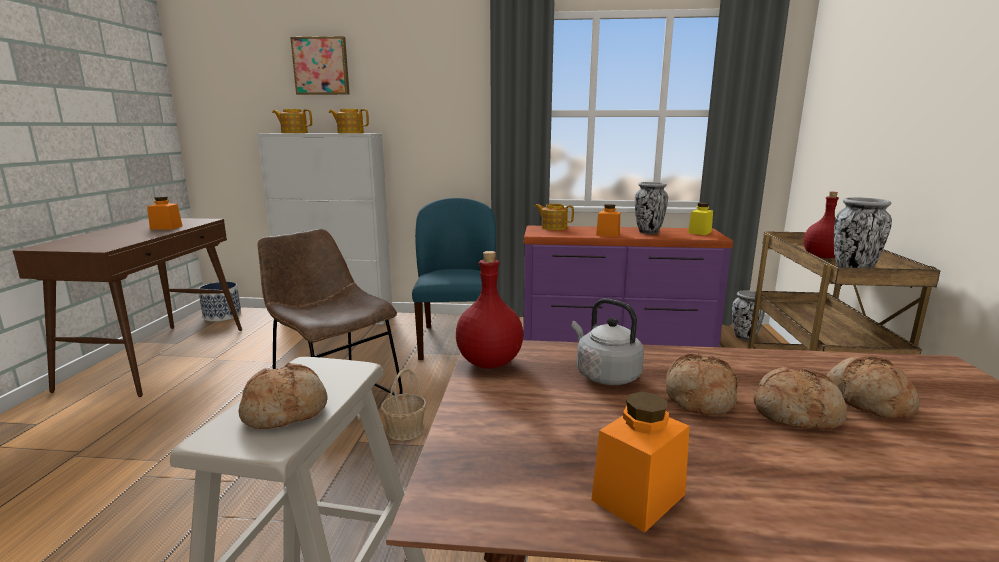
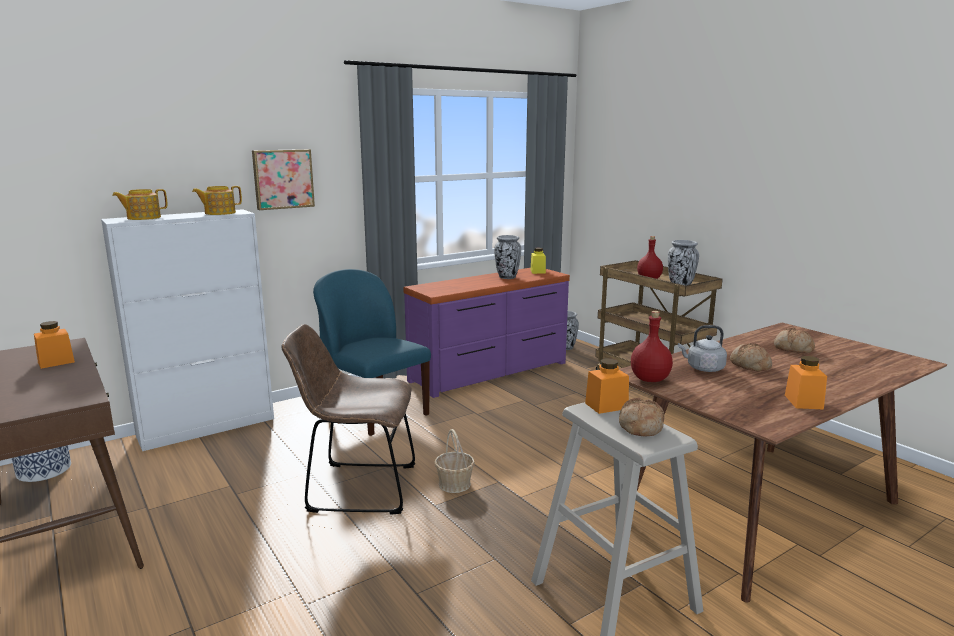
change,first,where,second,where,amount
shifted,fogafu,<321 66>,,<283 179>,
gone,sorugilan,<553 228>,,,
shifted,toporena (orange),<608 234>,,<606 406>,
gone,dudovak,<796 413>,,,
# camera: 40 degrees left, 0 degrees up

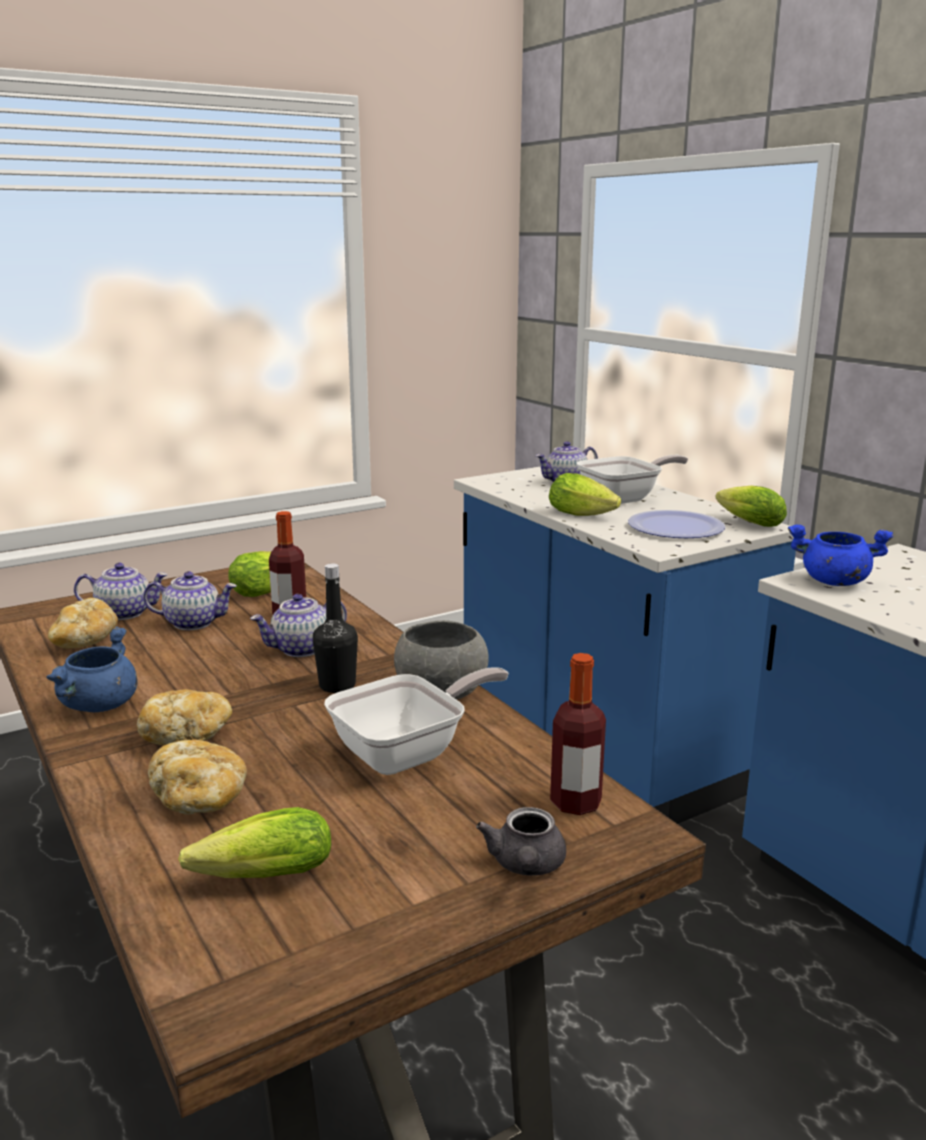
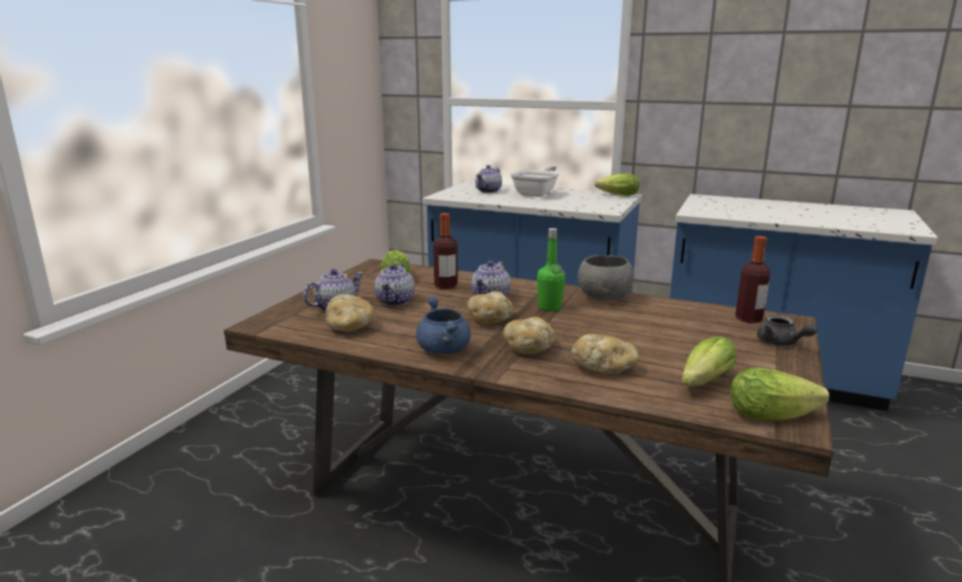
change,first,where,second,where,amount
rotated,sorugilan,<194 623>,,<395 301>,135 degrees clockwise
repainted,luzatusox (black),<337 685>,luzatusox (green),<549 307>,
gone,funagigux,<409 752>,,,
shifted,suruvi,<584 514>,,<777 415>,
gone,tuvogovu,<675 527>,,,
gone,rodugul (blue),<833 581>,,,
new,,,dudovak,<490 319>,
# camera: 35 degrees left, 0 degrees up

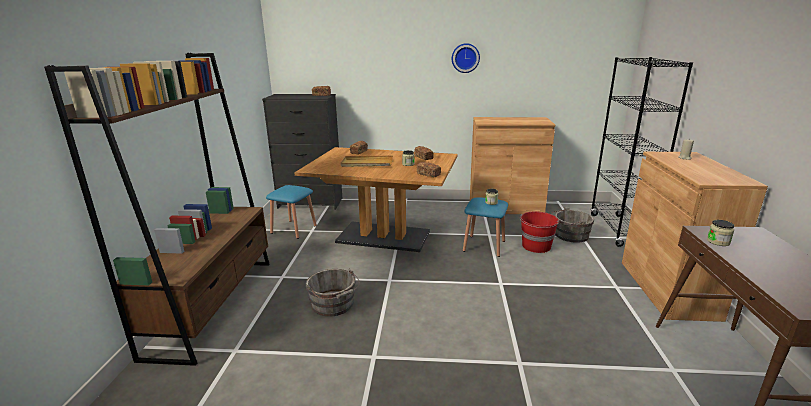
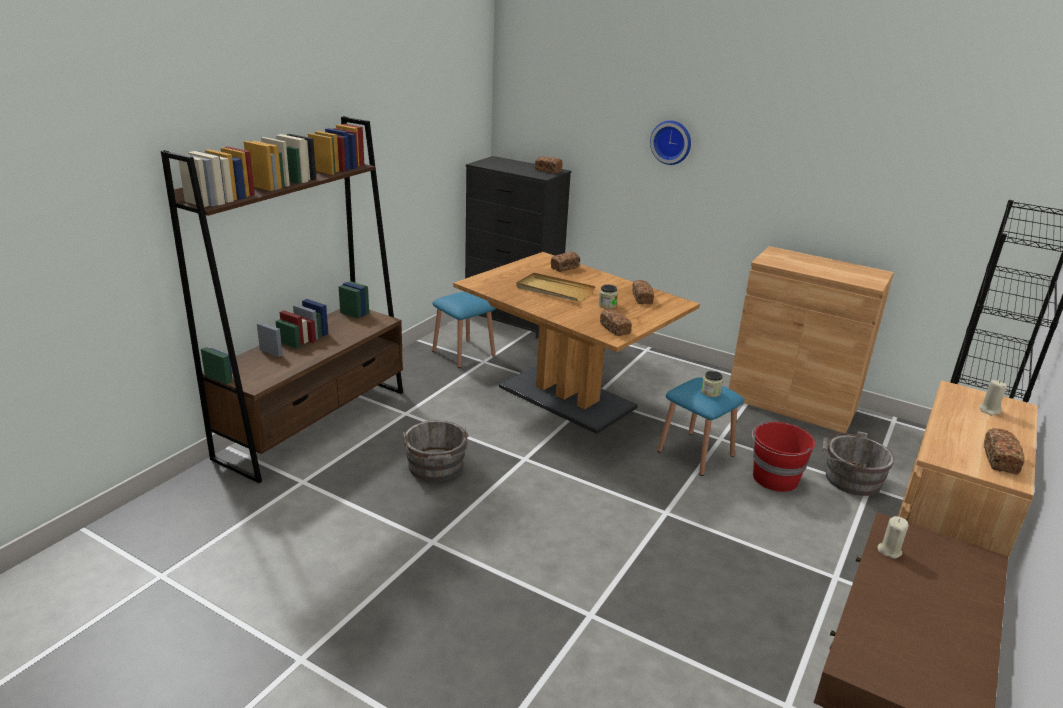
change,first,where,second,where,amount
shifted,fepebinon,<465 58>,,<671 142>,
swapped,toporena,<718 242>,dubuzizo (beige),<889 550>,
new,,,dudovak,<1000 460>,
# camera: 25 degrees right, 5 degrees up

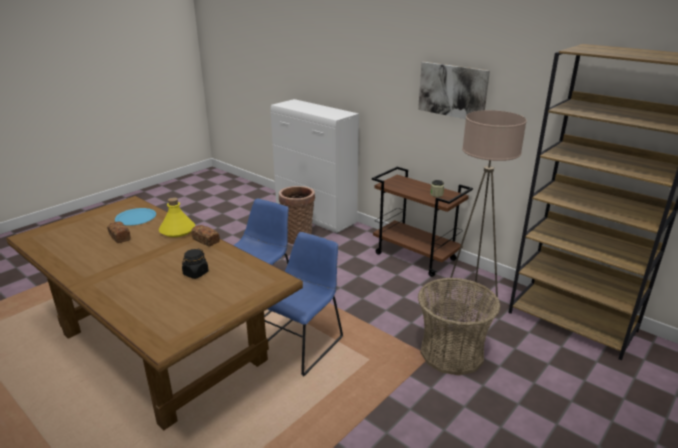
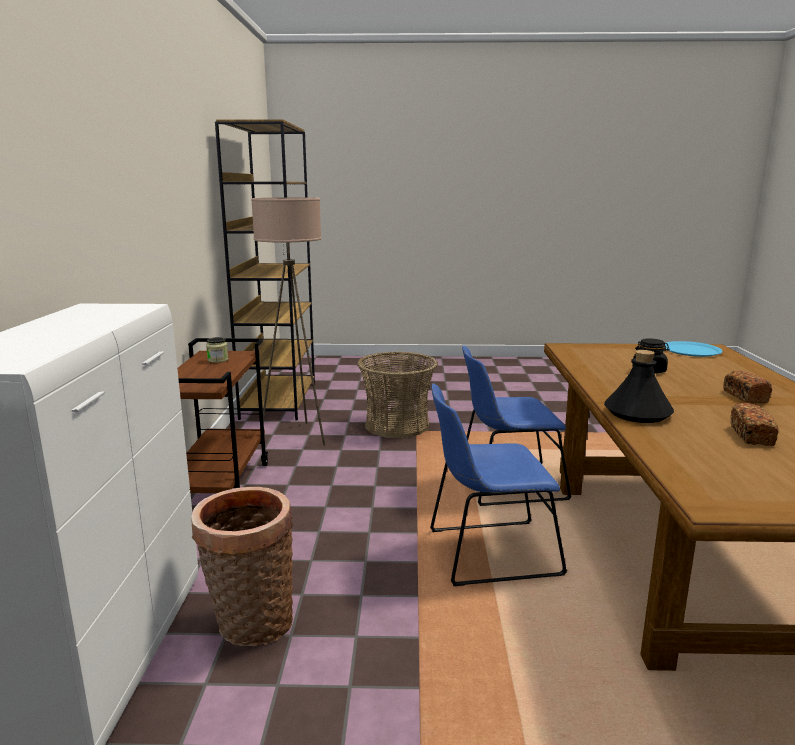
change,first,where,second,where,amount
shifted,tuvogovu (blue),<135 218>,,<691 350>,
repainted,luzatusox (yellow),<177 230>,luzatusox (black),<637 413>,
shifted,dudovak,<206 241>,,<744 396>,
gone,fogafu,<453 90>,,,
# camera: 130 degrees left, 10 degrees down

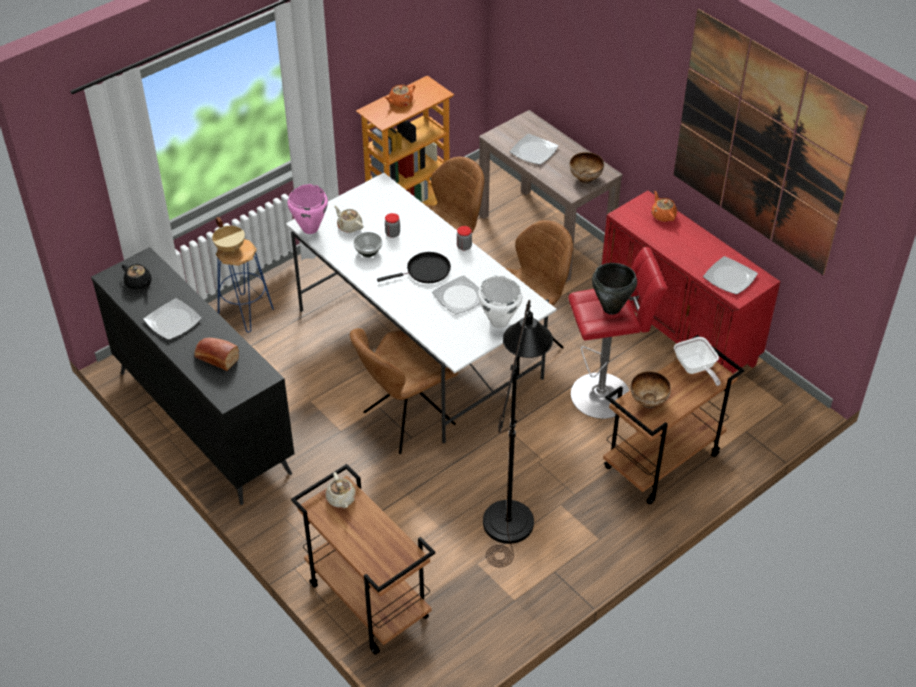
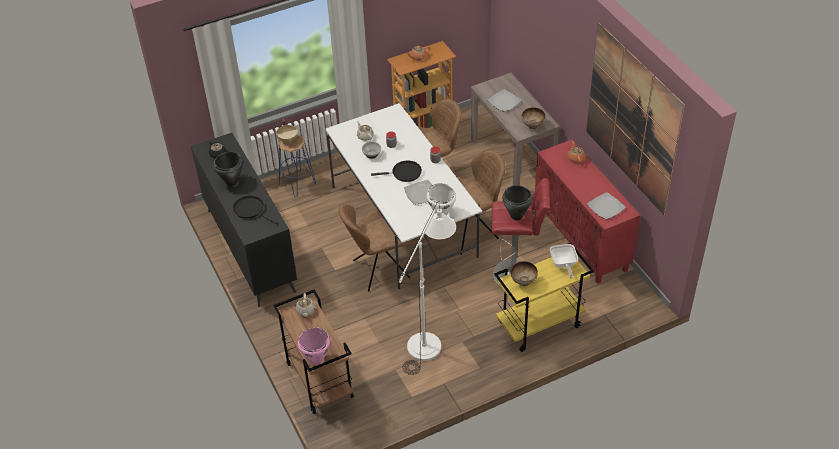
change,first,where,second,where,amount
swapped,tuvogovu,<173 321>,rodugul (black),<232 182>,
swapped,dudovak,<215 358>,funagigux (black),<250 209>,
shifted,rodugul (pink),<309 229>,,<316 360>,
repainted,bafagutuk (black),<511 510>,bafagutuk (white),<428 340>,
repainted,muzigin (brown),<662 462>,muzigin (yellow),<539 325>,
# camera: 15 degrees right, 0 degrees up

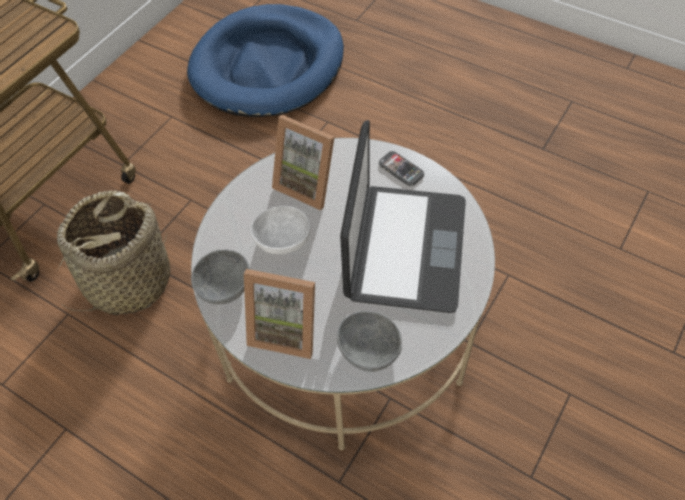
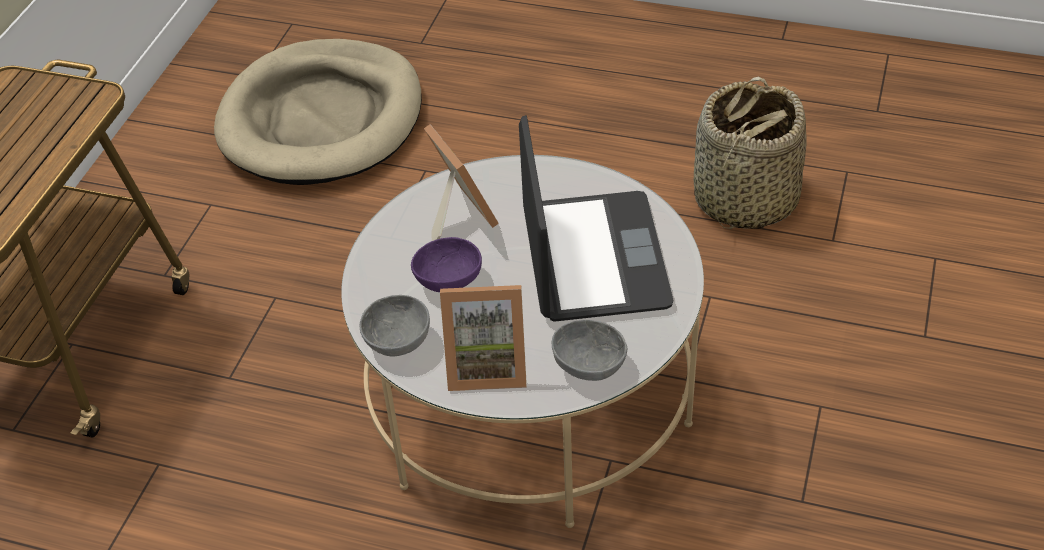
change,first,where,second,where,amount
shifted,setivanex,<128 281>,,<744 199>,
repainted,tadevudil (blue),<268 66>,tadevudil (beige),<322 119>,
repainted,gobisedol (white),<282 240>,gobisedol (purple),<447 279>,
rotated,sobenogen,<308 183>,,<456 215>,135 degrees counterclockwise
gone,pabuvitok,<401 169>,,,
# camera: 15 degrees left, 10 degrees down

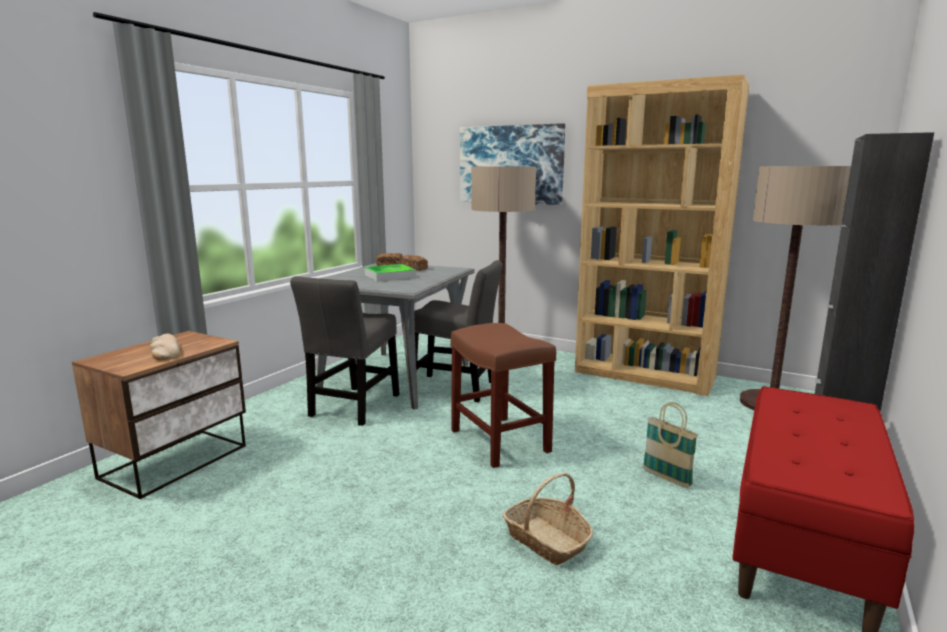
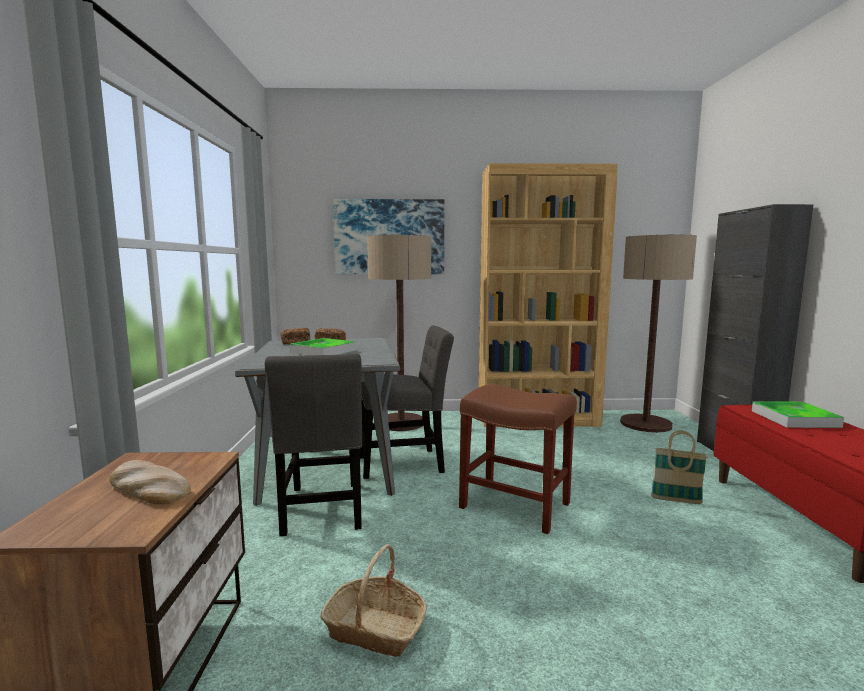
change,first,where,second,where,amount
shifted,setivanex,<546 540>,,<375 629>,
new,,,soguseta,<794 418>,
# camera: 30 degrees left, 5 degrees down

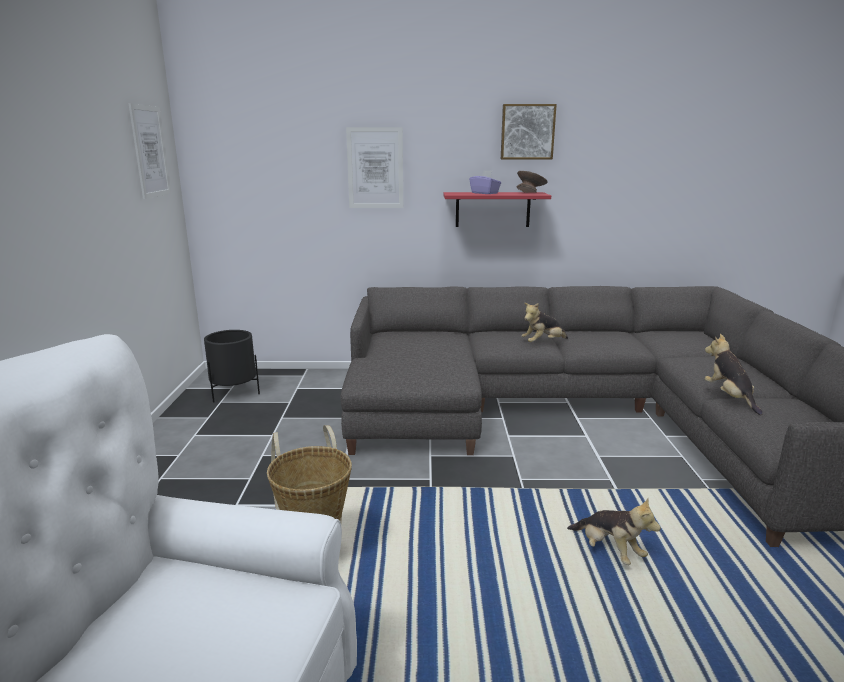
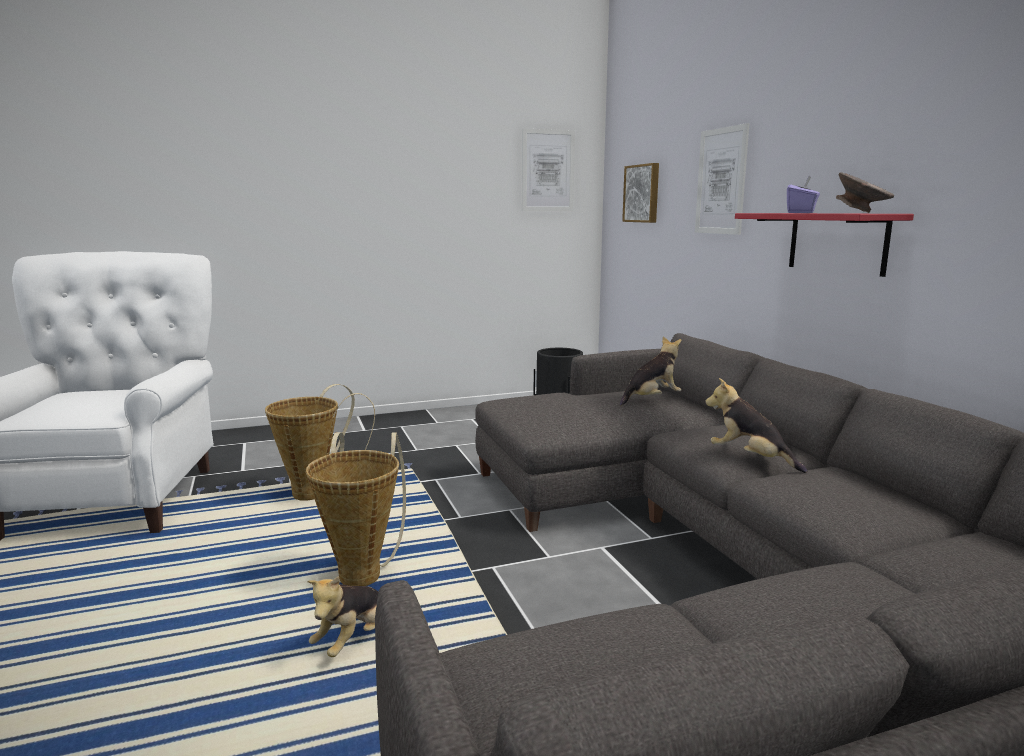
change,first,where,second,where,amount
shifted,fogafu,<527 132>,,<642 193>,
shifted,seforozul,<729 397>,,<651 399>,
new,,,setivanex,<362 572>,
# camera: 70 degrees right, 5 degrees down

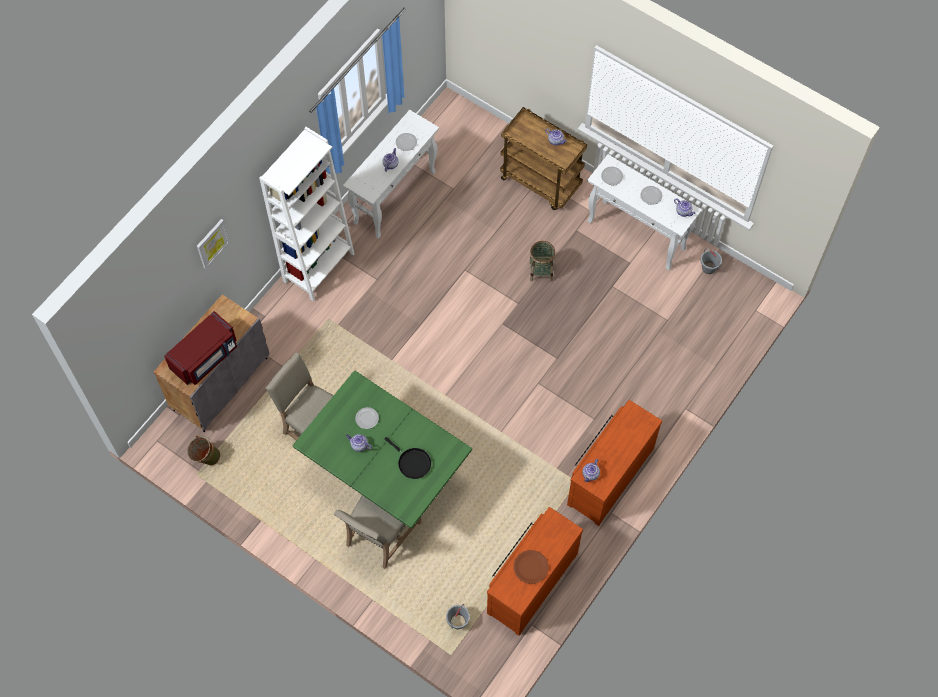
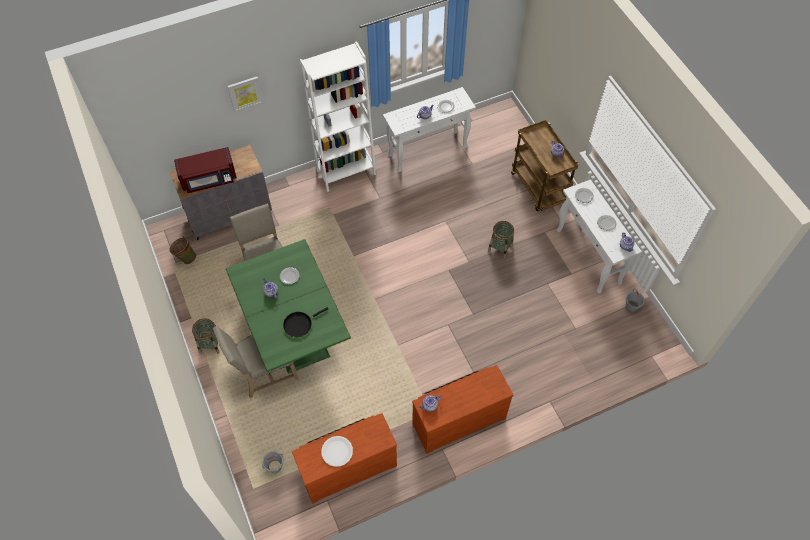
change,first,where,second,where,amount
rotated,funagigux (black),<412 462>,,<300 324>,75 degrees clockwise
repainted,tuvogovu (brown),<531 567>,tuvogovu (white),<337 451>,
new,,,setivanex,<210 344>,
# camera: 30 degrees right, 5 degrees down

